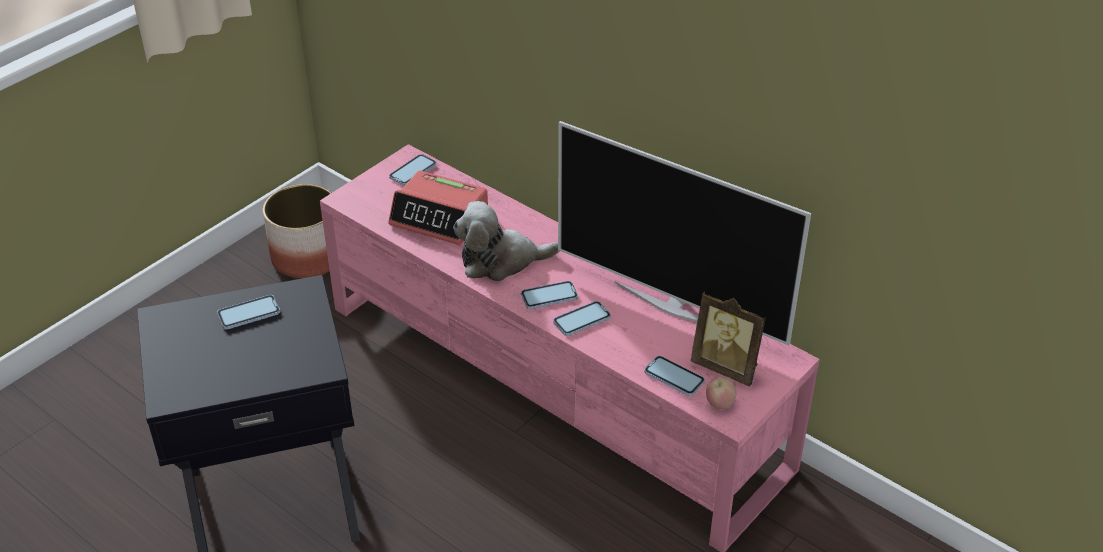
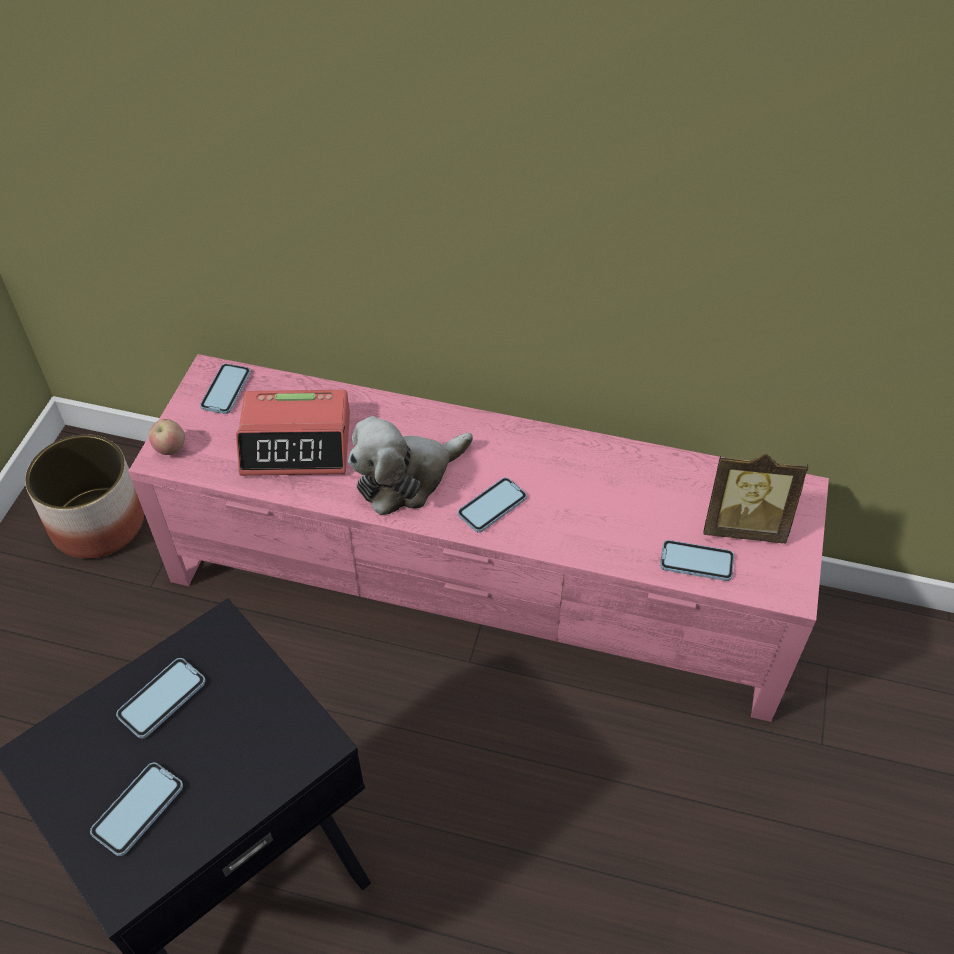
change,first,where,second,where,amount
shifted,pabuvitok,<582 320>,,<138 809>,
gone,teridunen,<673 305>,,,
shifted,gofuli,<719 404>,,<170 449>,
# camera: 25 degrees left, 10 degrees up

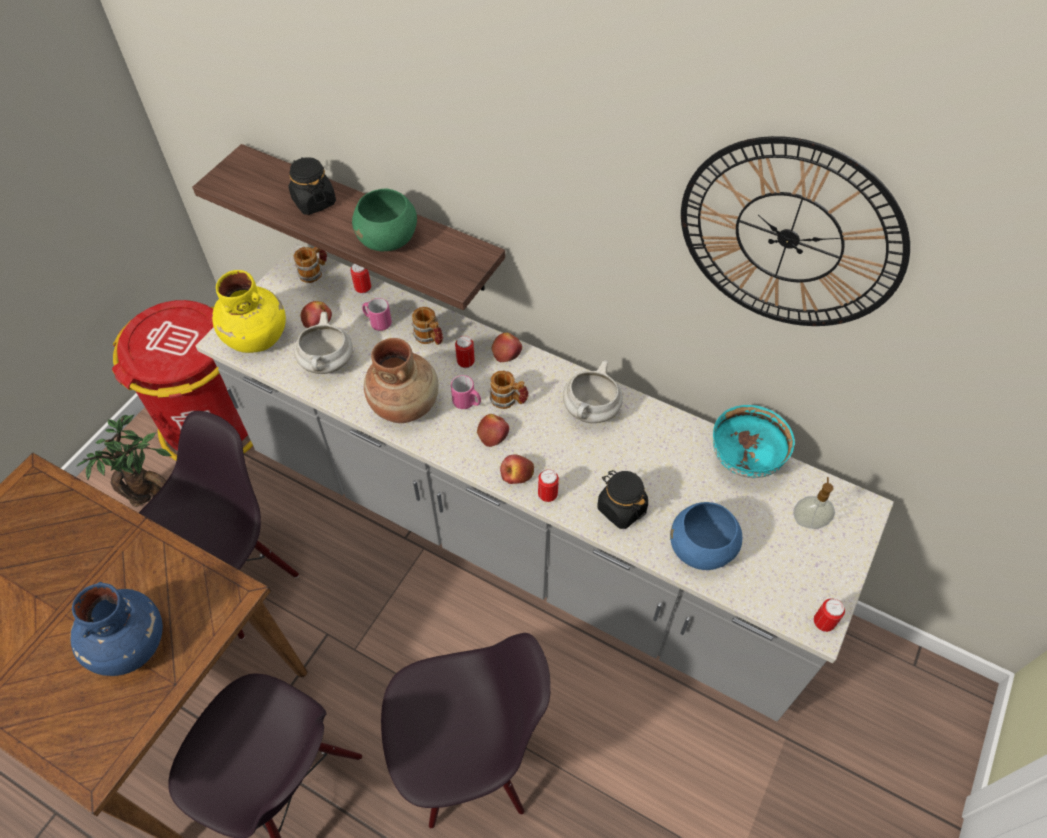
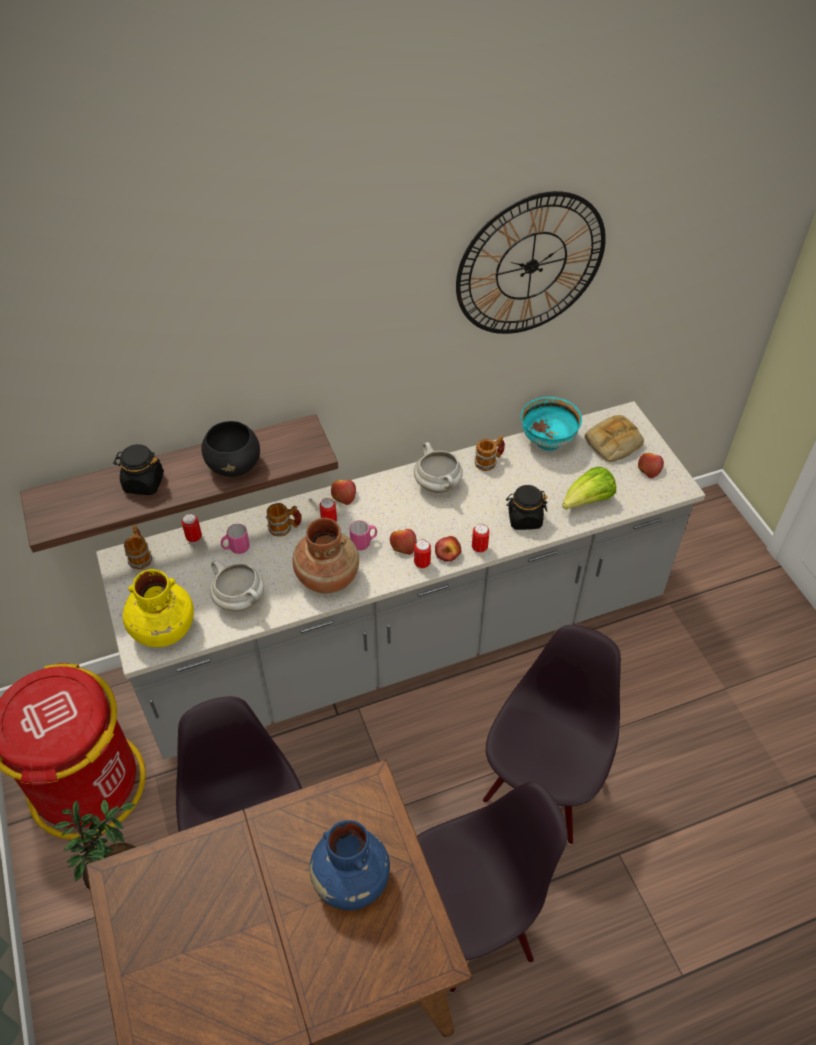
change,first,where,second,where,amount
shifted,gofuli,<317 319>,,<649 468>,
repainted,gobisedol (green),<388 240>,gobisedol (black),<234 465>,
shifted,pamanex,<508 400>,,<489 461>,
swapped,gobisedol (blue),<702 549>,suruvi,<587 501>,
swapped,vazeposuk,<808 521>,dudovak,<613 443>,
shifted,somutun,<823 623>,,<422 563>,
# camera: 50 degrees left, 5 degrees down

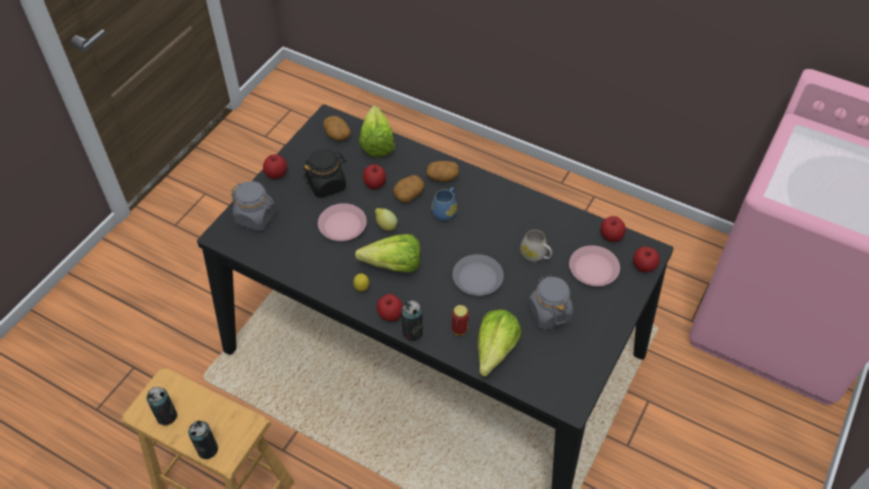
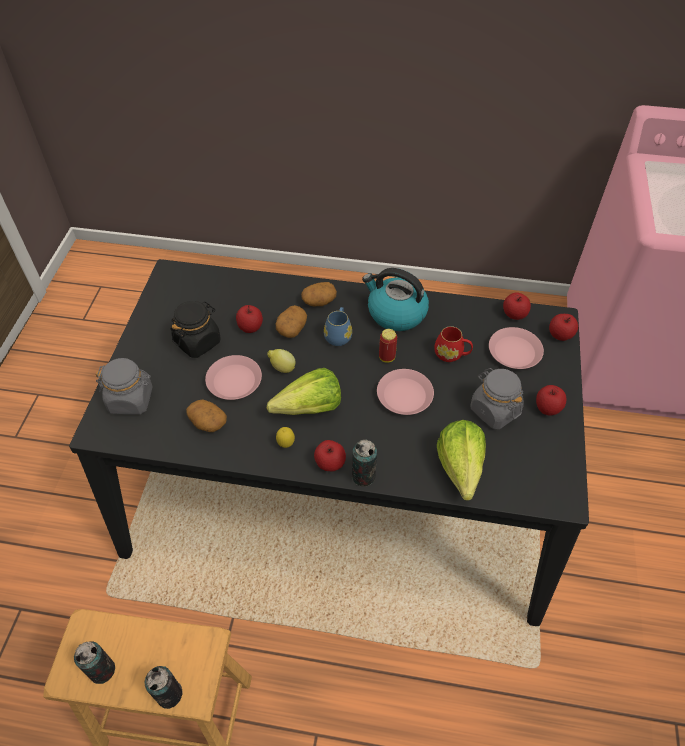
change,first,where,second,where,amount
shifted,gofuli,<276 174>,,<547 408>,
shifted,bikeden,<337 134>,,<207 422>,
gone,suruvi,<378 140>,,,
shifted,somutun,<459 330>,,<387 357>,
repainted,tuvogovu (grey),<477 278>,tuvogovu (pink),<404 395>,
repainted,pamanex (white),<536 255>,pamanex (red),<452 354>,
new,,,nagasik,<395 313>,
# camera: 20 degrees left, 0 degrees up

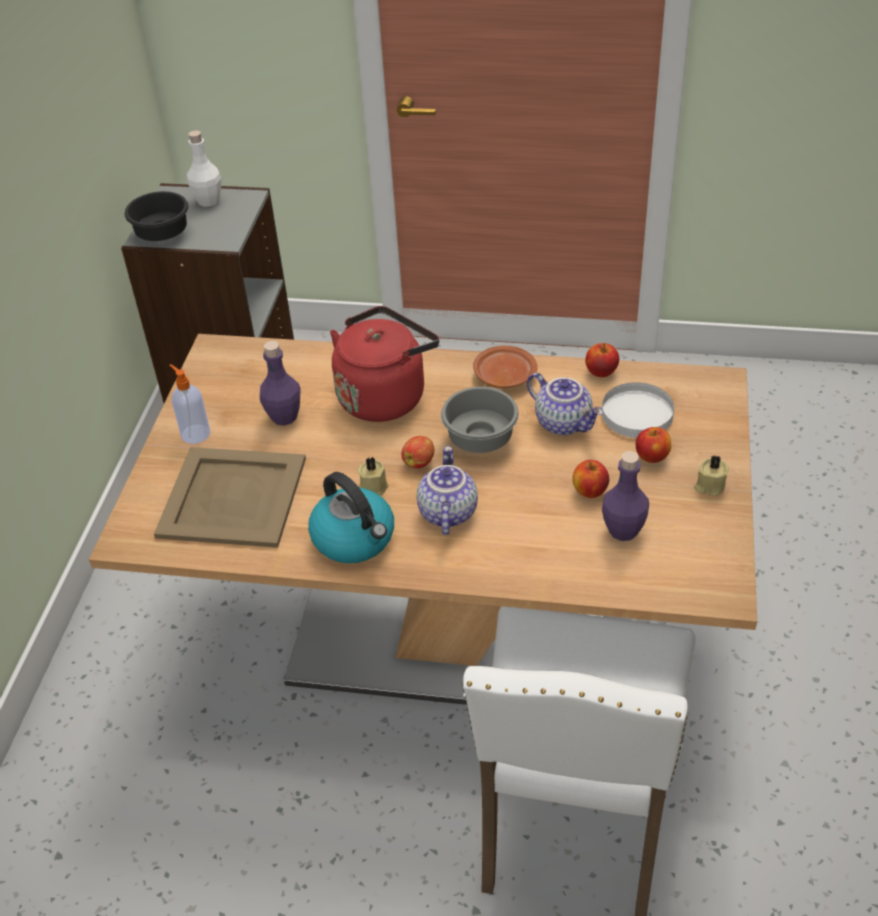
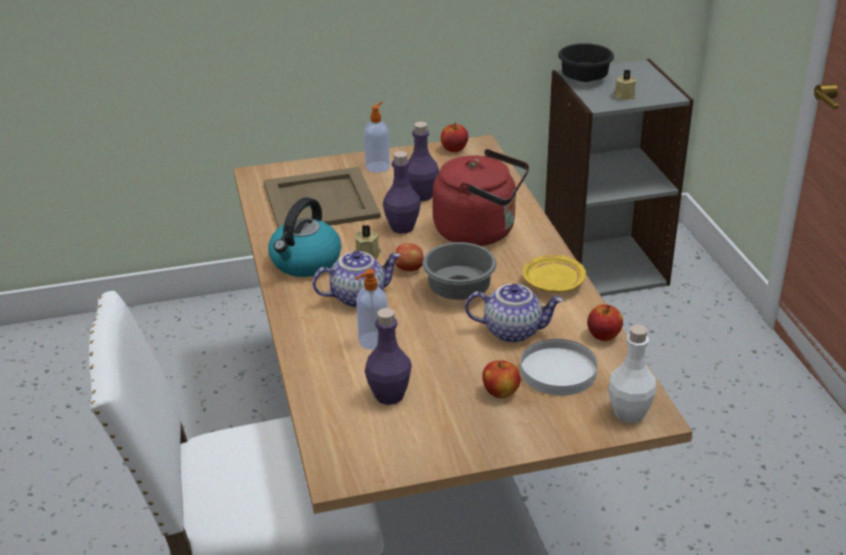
change,first,where,second,where,amount
shifted,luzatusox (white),<208 201>,,<629 413>,
repainted,tuvogovu (brown),<504 376>,tuvogovu (yellow),<553 283>,
rotated,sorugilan,<564 423>,,<513 331>,105 degrees counterclockwise
shifted,gofuli,<590 491>,,<454 149>,
shifted,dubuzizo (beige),<709 486>,,<624 95>,
new,,,vazeposuk,<372 341>,
new,,,luzatusox (purple),<402 227>,
# camera: 65 degrees right, 10 degrees down

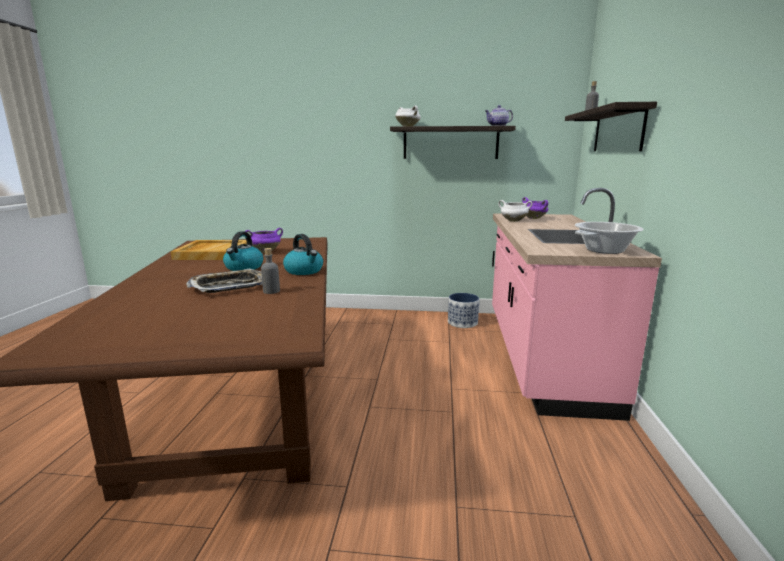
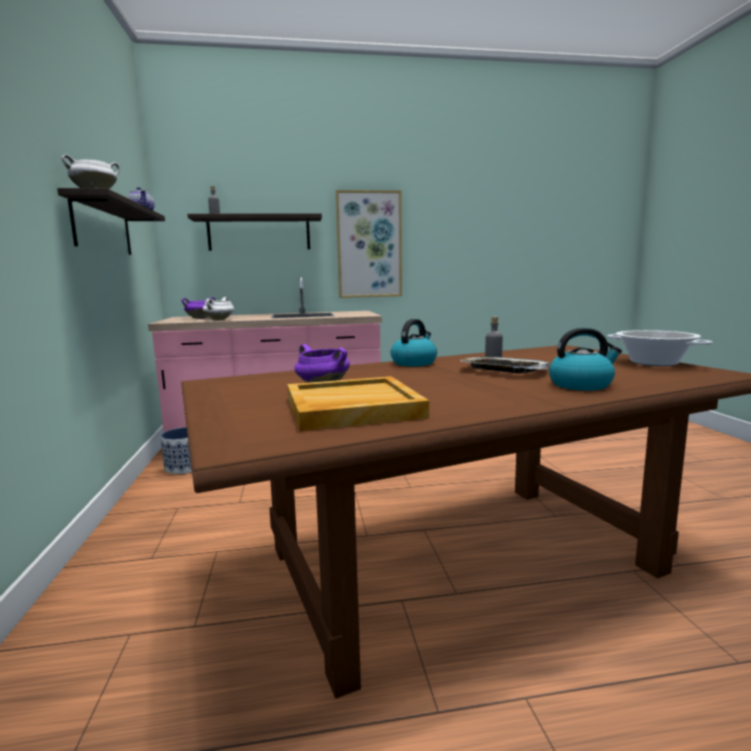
change,first,where,second,where,amount
shifted,nagasik,<244 267>,,<581 385>,
shifted,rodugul,<605 250>,,<654 363>,
new,,,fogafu,<369 245>,
# camera: 105 degrees left, 5 degrees down

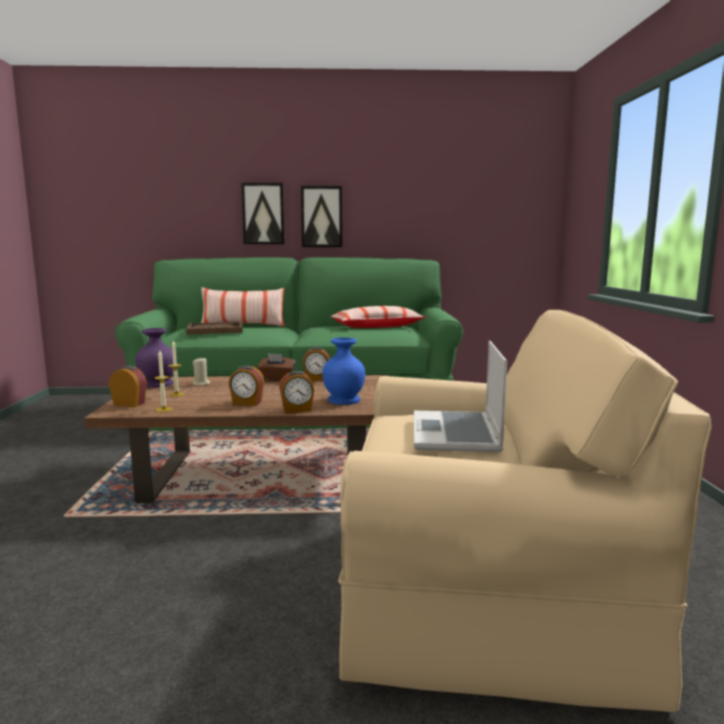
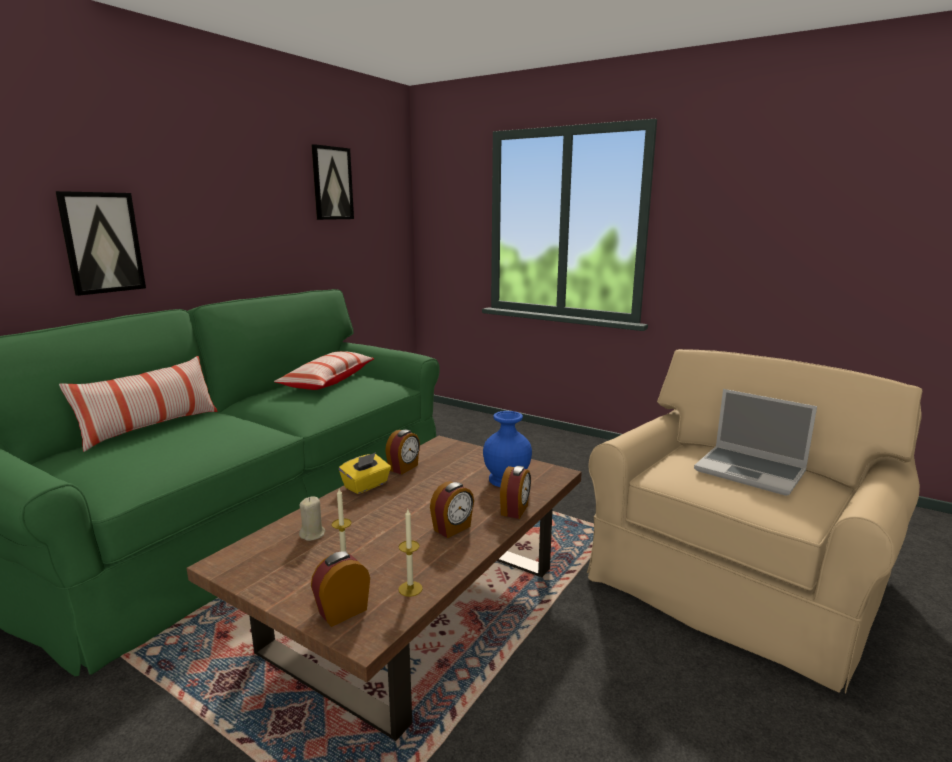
change,first,where,second,where,amount
gone,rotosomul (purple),<157 384>,,,
gone,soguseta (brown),<215 330>,,,
repainted,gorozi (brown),<276 378>,gorozi (yellow),<366 485>,
shifted,fogafu,<321 217>,,<332 183>,
# camera: 55 degrees left, 5 degrees up

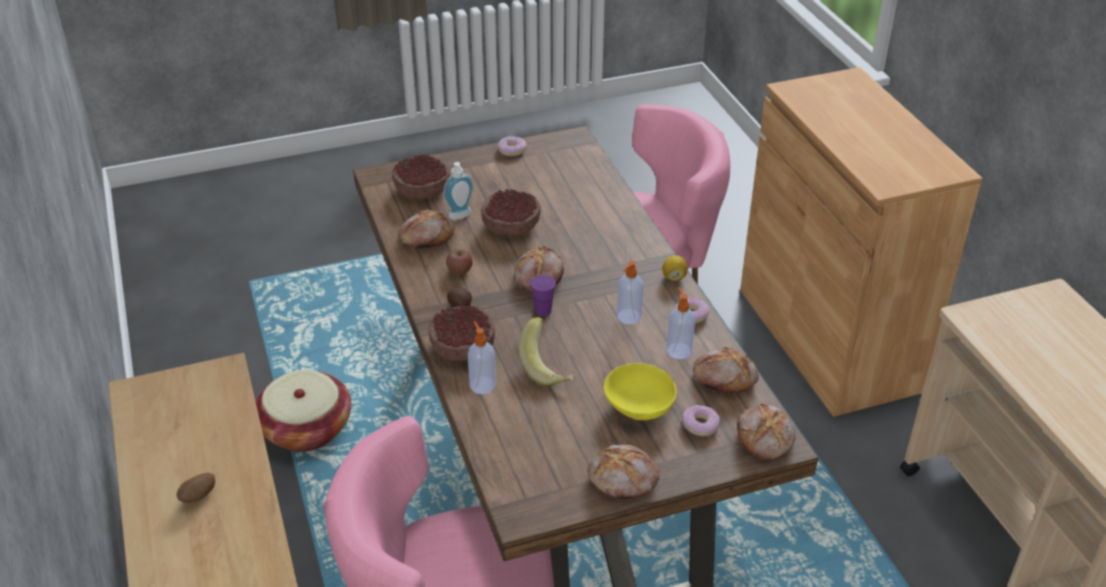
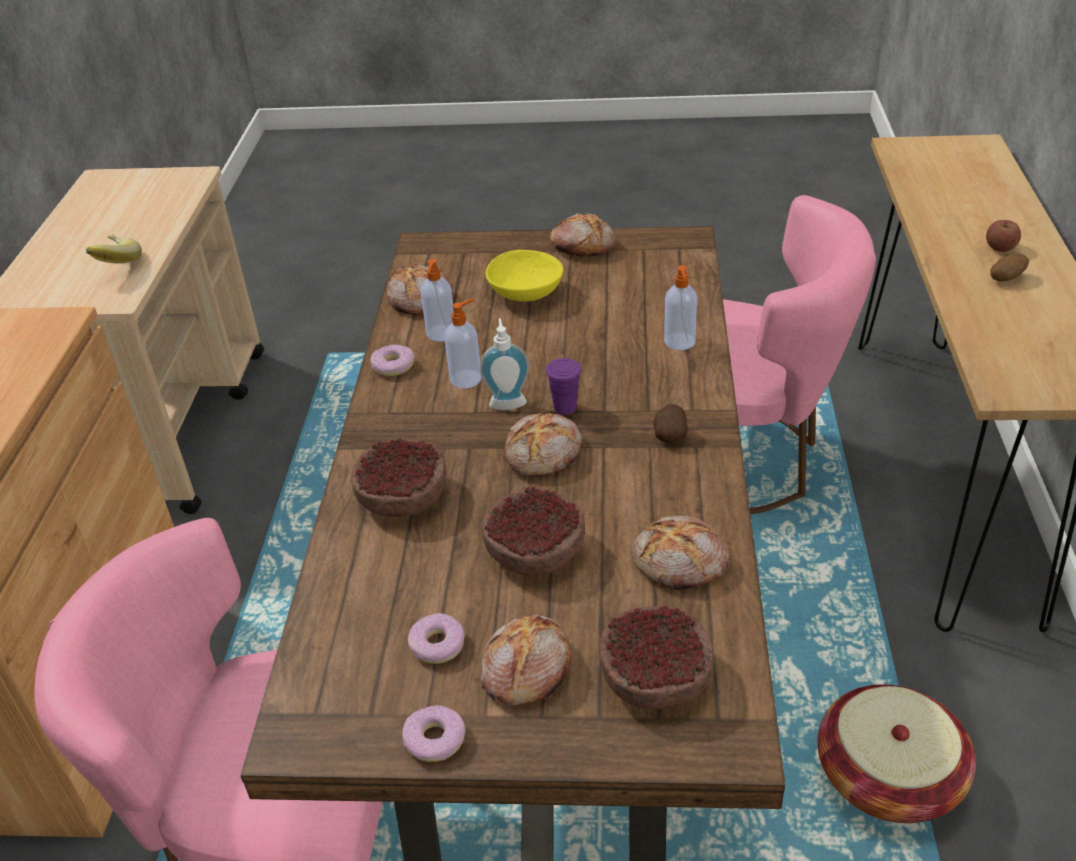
change,first,where,second,where,amount
shifted,gobisedol,<463 346>,,<402 496>,
shifted,vazeposuk,<461 217>,,<507 401>,
shifted,gofuli,<459 270>,,<1000 247>,
shifted,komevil,<548 368>,,<115 264>,
gone,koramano,<674 277>,,,
shifted,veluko,<700 425>,,<437 645>,
shifted,dudovak,<766 437>,,<525 669>,
# camera: 155 degrees left, 0 degrees up

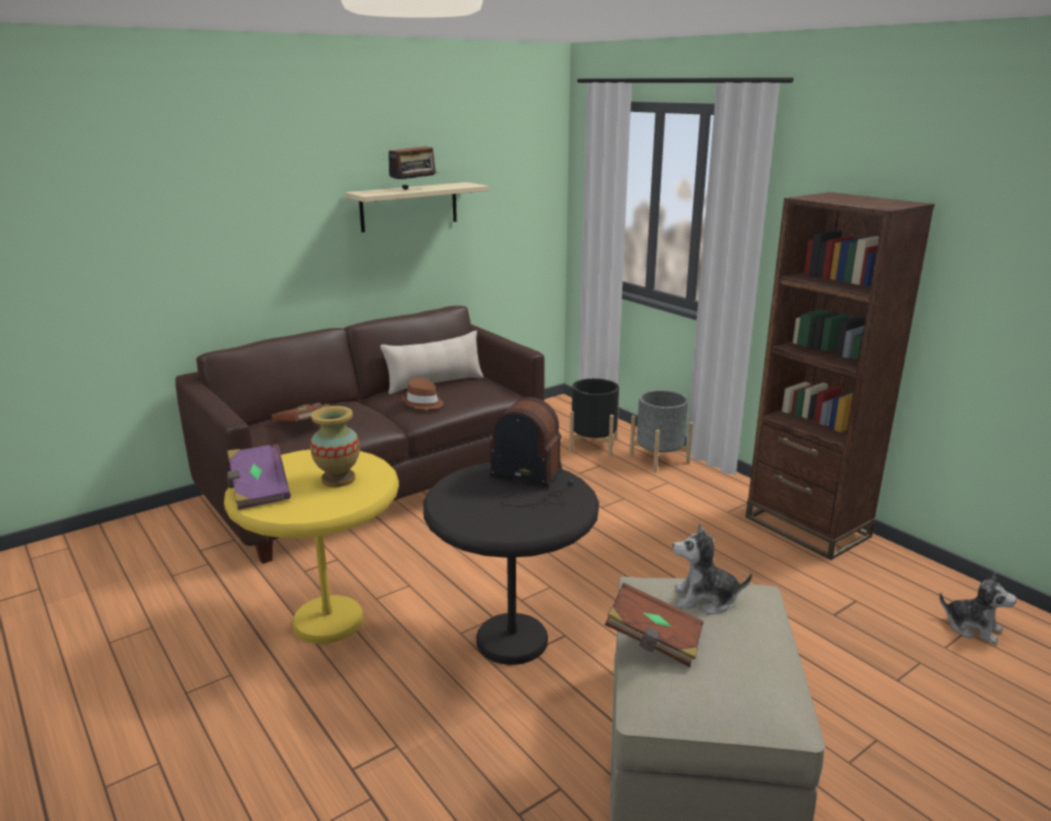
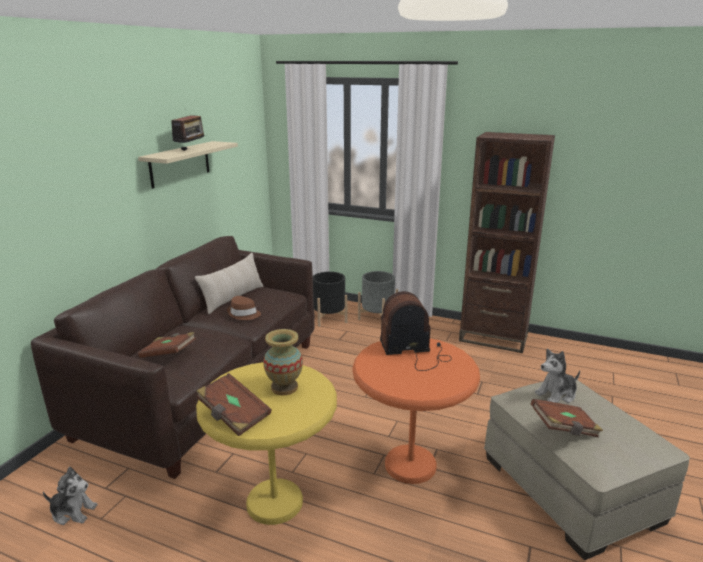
change,first,where,second,where,amount
repainted,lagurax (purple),<258 490>,lagurax (brown),<233 415>,
repainted,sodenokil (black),<512 640>,sodenokil (orange),<410 465>,
shifted,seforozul,<972 628>,,<73 511>,
# camera: 30 degrees left, 0 degrees up

